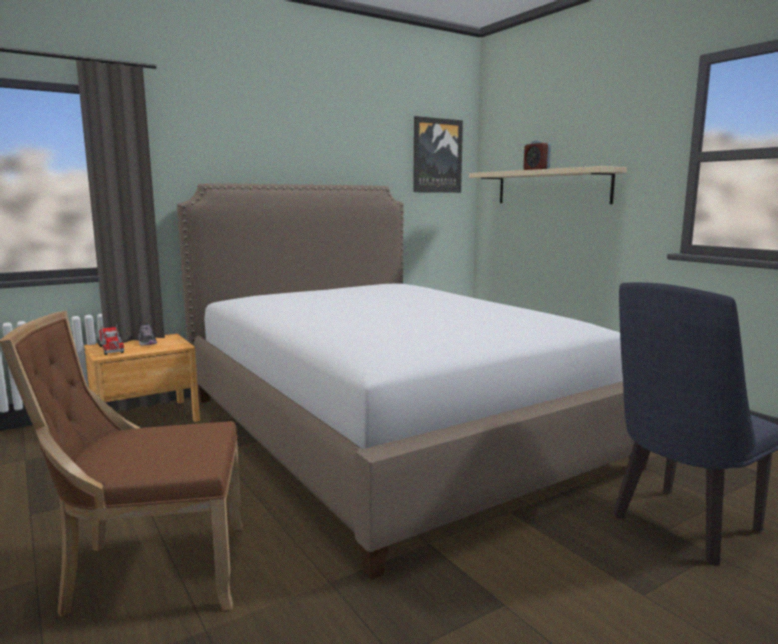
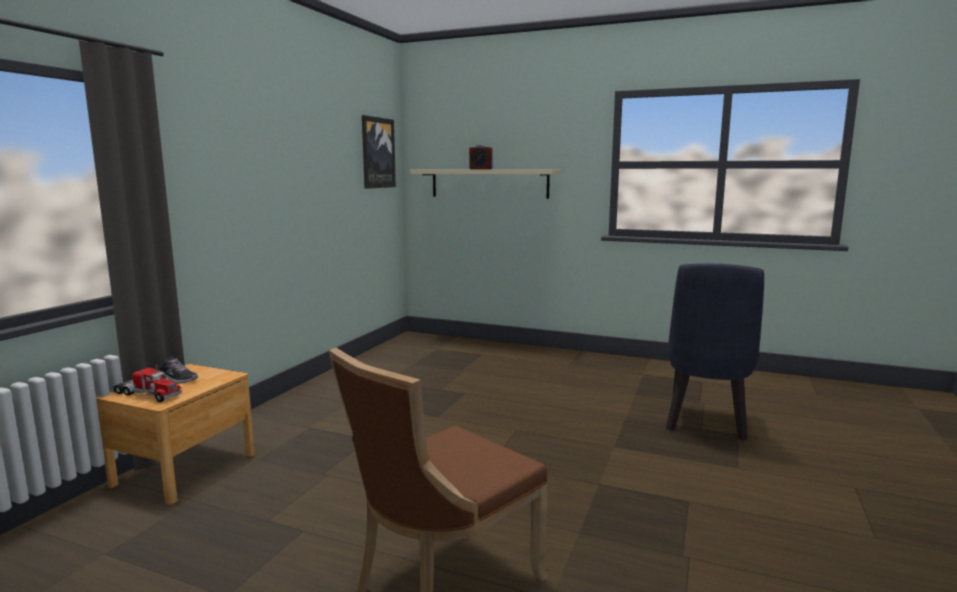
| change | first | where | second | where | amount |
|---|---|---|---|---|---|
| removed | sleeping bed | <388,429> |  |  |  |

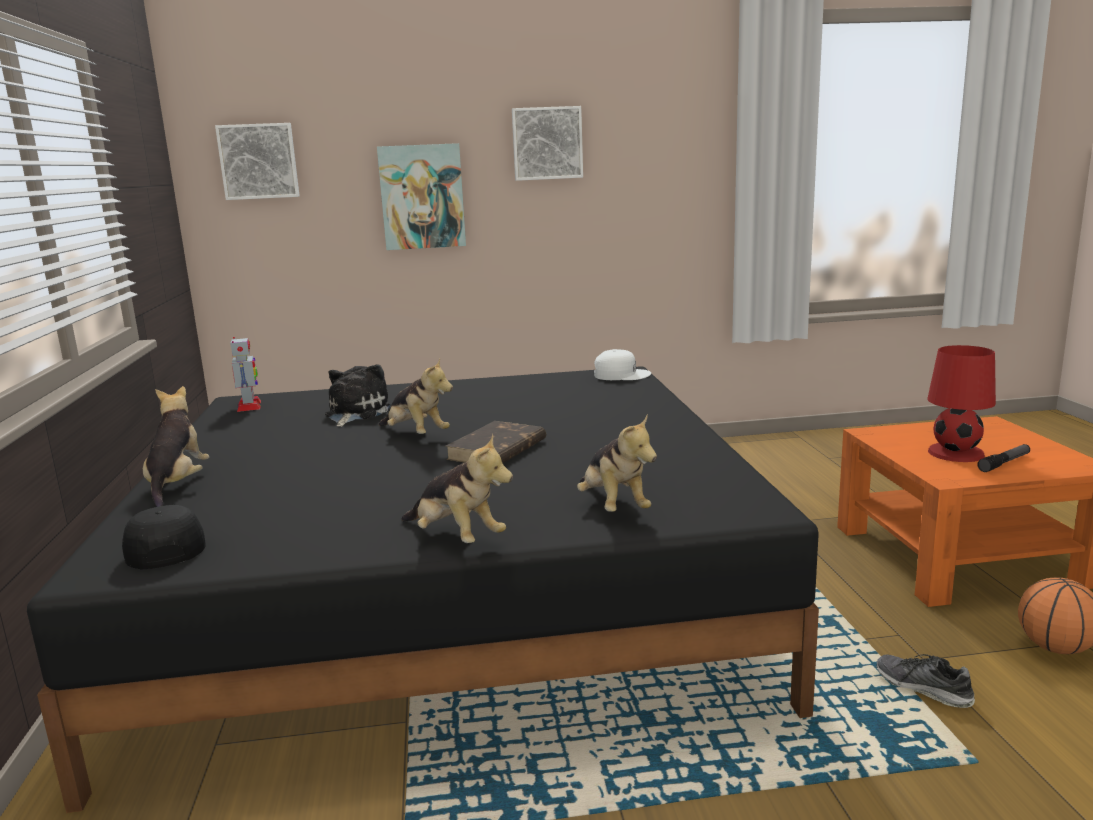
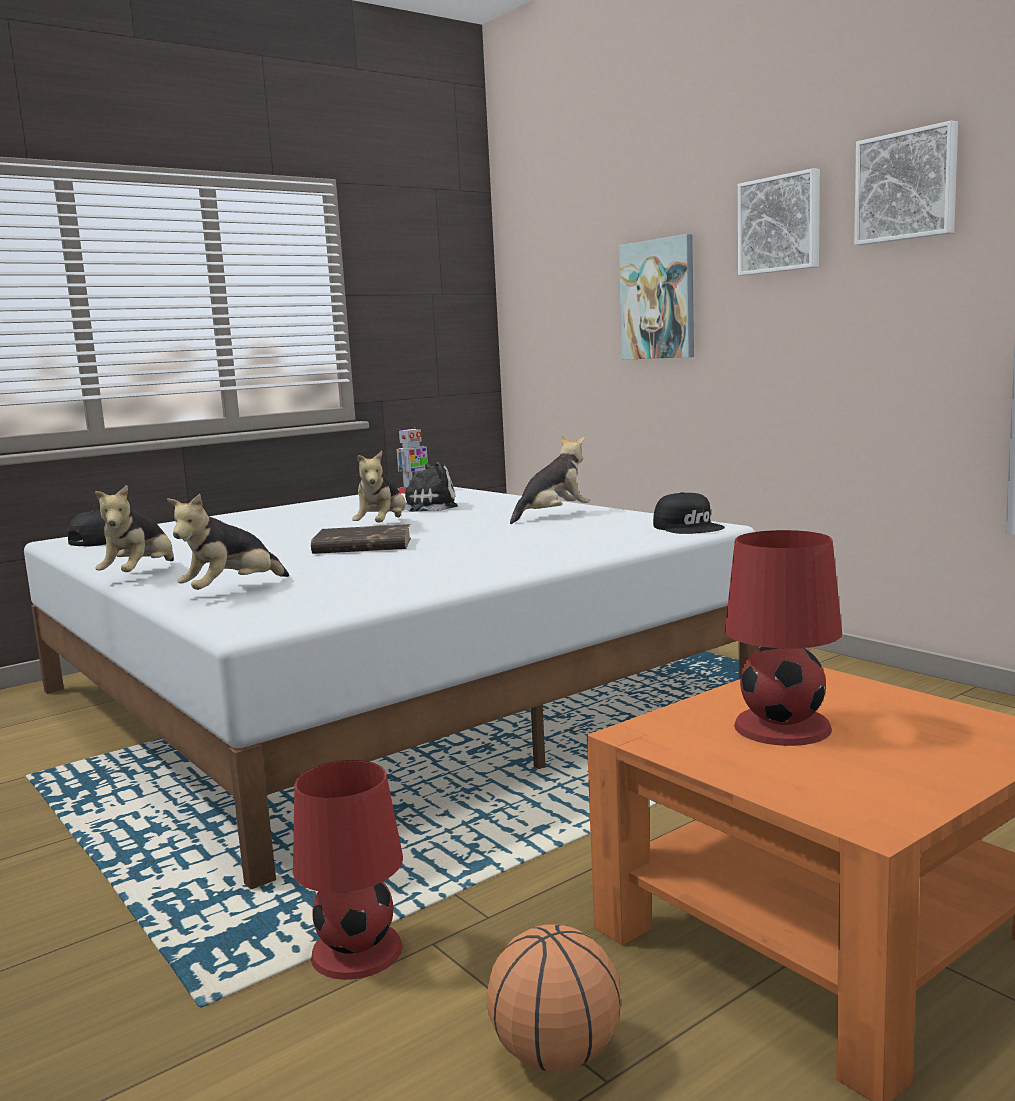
| change | first | where | second | where | amount |
|---|---|---|---|---|---|
| recoloured | black-coloured sleeping bed | <451,594> | white-coloured sleeping bed | <381,693> |  |
| replaced | item of footwear | <923,688> | red-coloured tabletop lamp | <355,951> |  |
| moved | soft toy | <178,484> |  | <553,516> |  |
| recoloured | white-coloured cap | <621,374> | black-coloured cap | <689,527> |  |
| moved | wall art | <259,161> |  | <907,186> |  |
| removed | torch | <1004,463> |  |  |  |

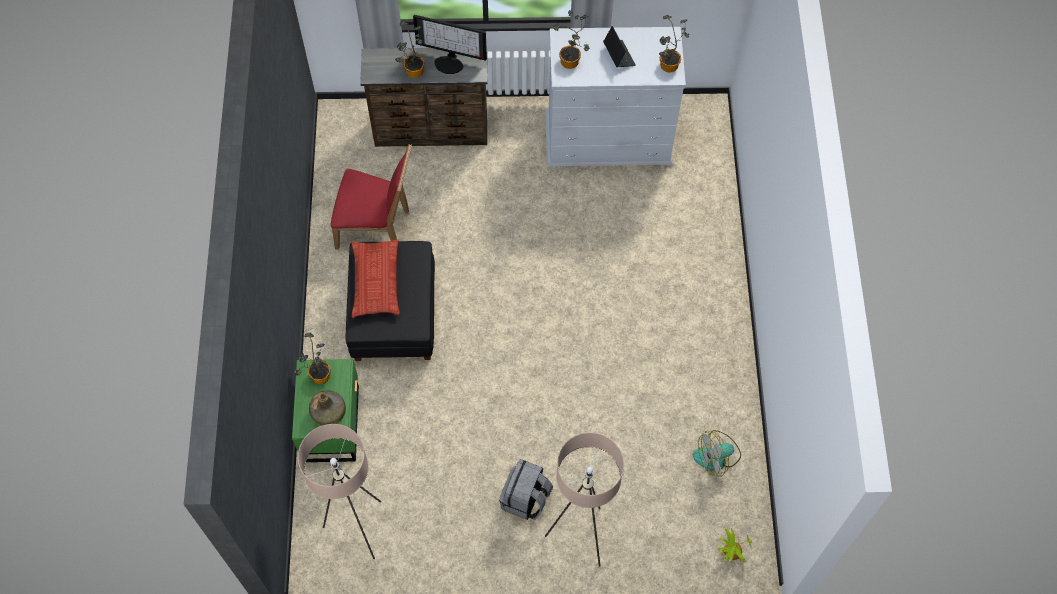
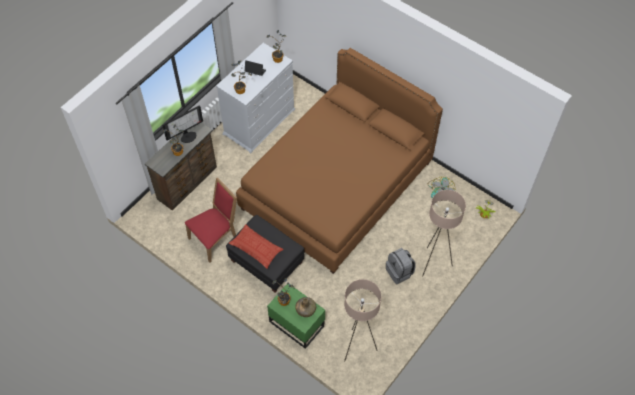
| change | first | where | second | where | amount |
|---|---|---|---|---|---|
| added |  |  | brownish sleeping bed | <336,185> |  |

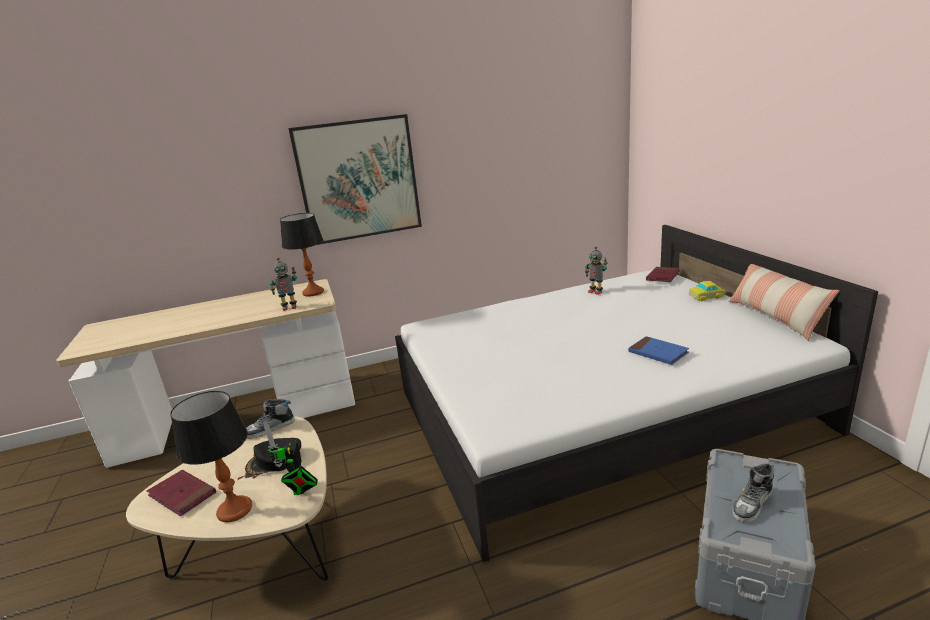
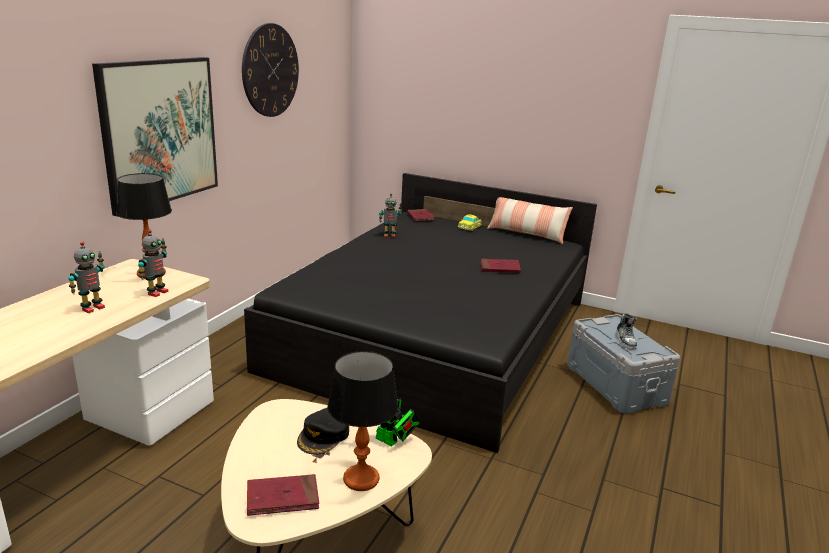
| change | first | where | second | where | amount |
|---|---|---|---|---|---|
| added |  |  | robot figure | <92,308> |  |
| added |  |  | clock on the wall | <270,70> |  |
| recoloured | white-coloured sleeping bed | <597,410> | black-coloured sleeping bed | <435,334> |  |
| recoloured | blue-coloured book | <658,353> | red-coloured book | <500,268> |  |
| removed | item of footwear | <270,429> |  |  |  |

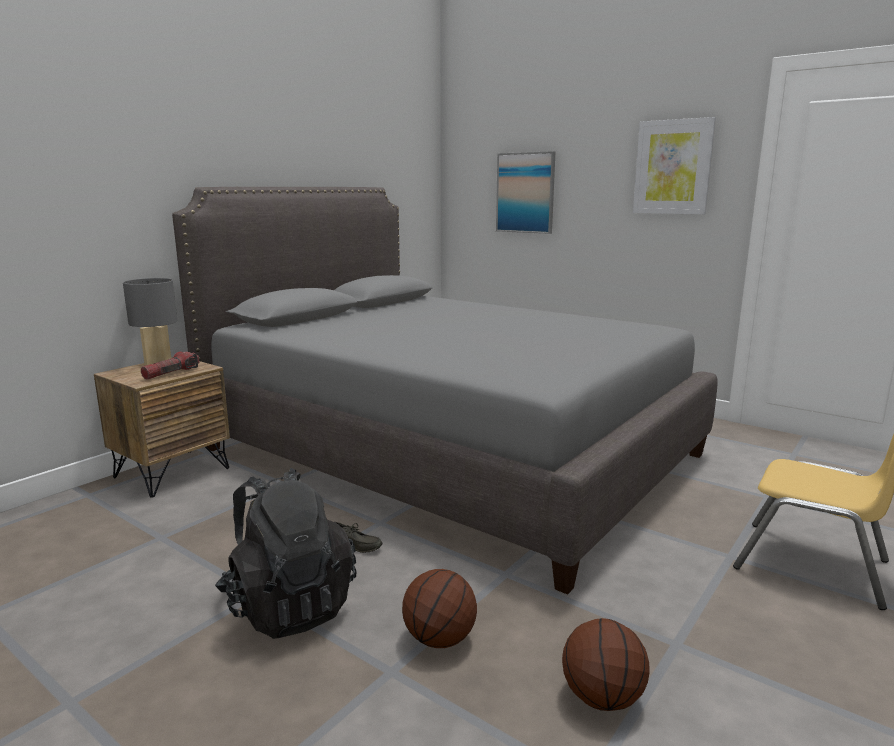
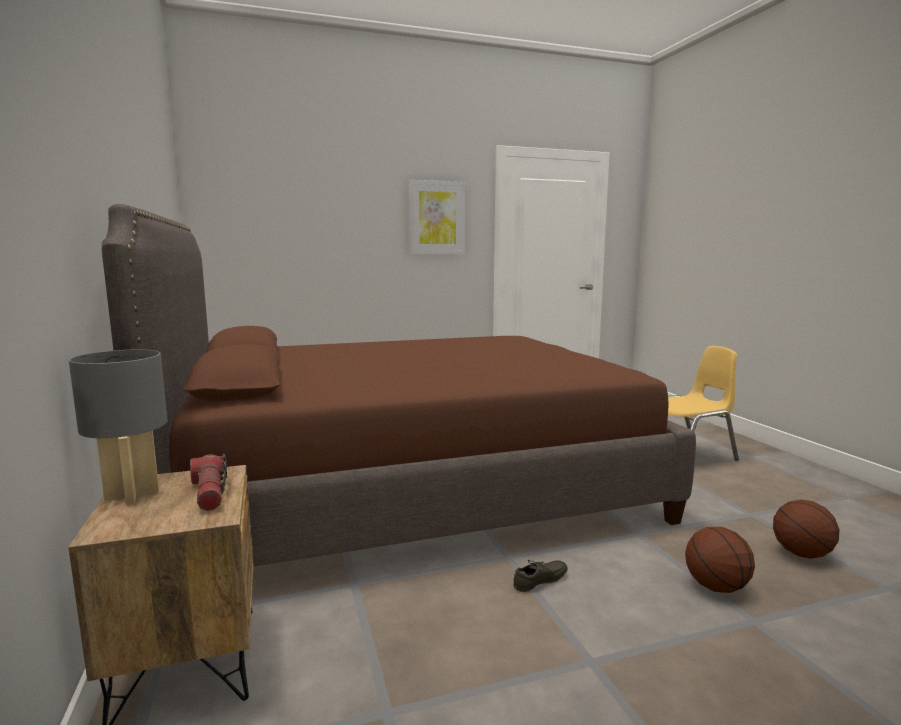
| change | first | where | second | where | amount |
|---|---|---|---|---|---|
| recoloured | gray sleeping bed | <449,451> | brownish sleeping bed | <407,488> |  |
| removed | black-coloured knapsack | <288,605> |  |  |  |
| removed | wall art | <525,193> |  |  |  |

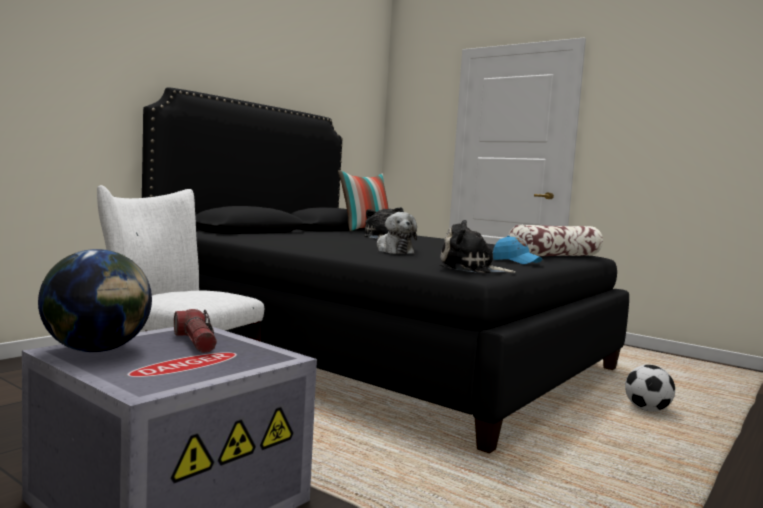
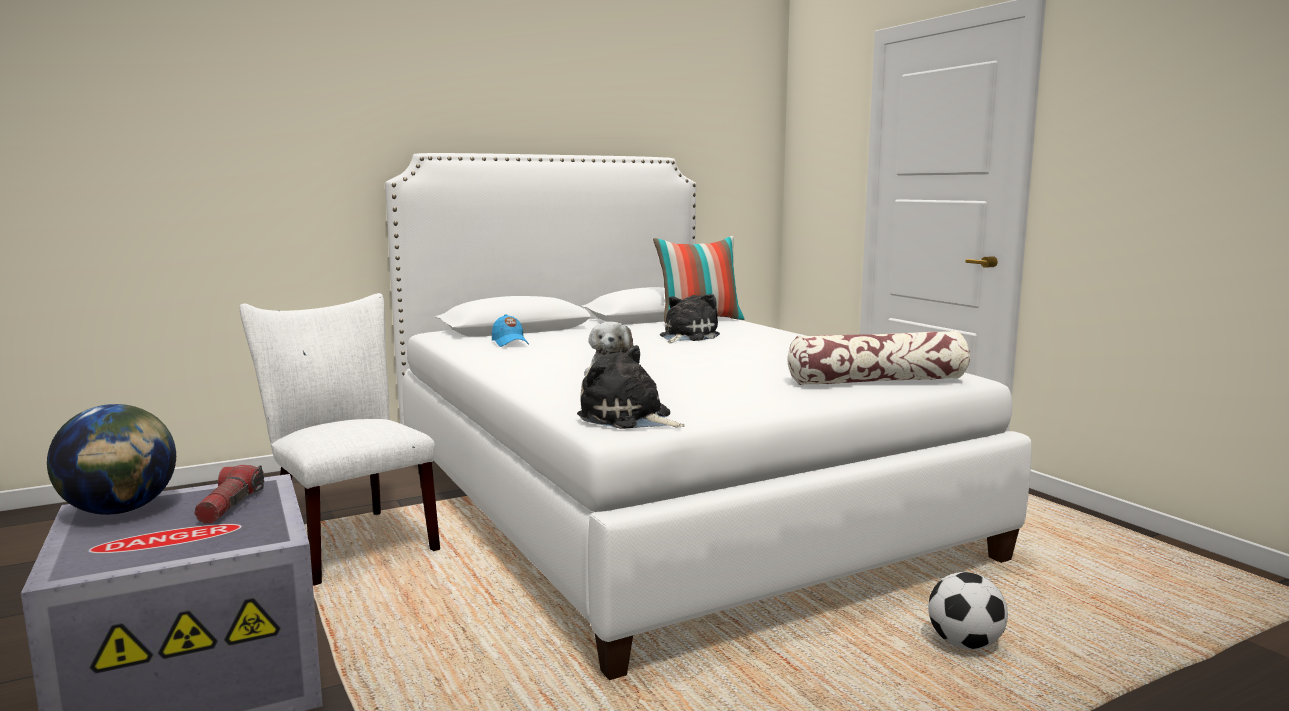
| change | first | where | second | where | amount |
|---|---|---|---|---|---|
| recoloured | black-coloured sleeping bed | <376,353> | white-coloured sleeping bed | <658,500> |  |
| moved | blue-coloured cap | <516,261> |  | <509,343> |  |

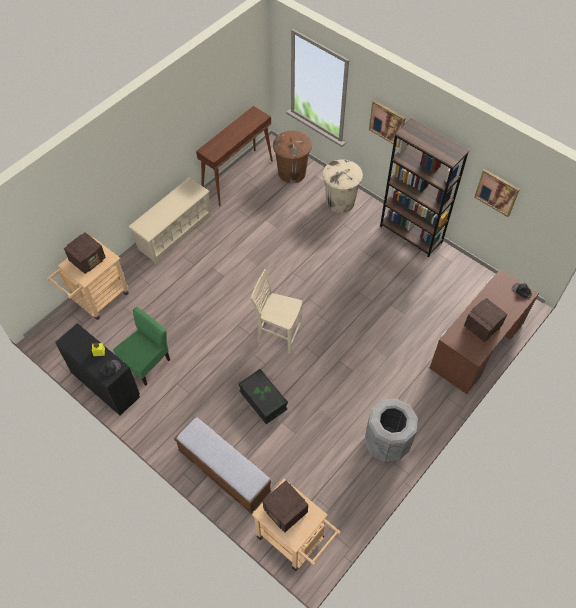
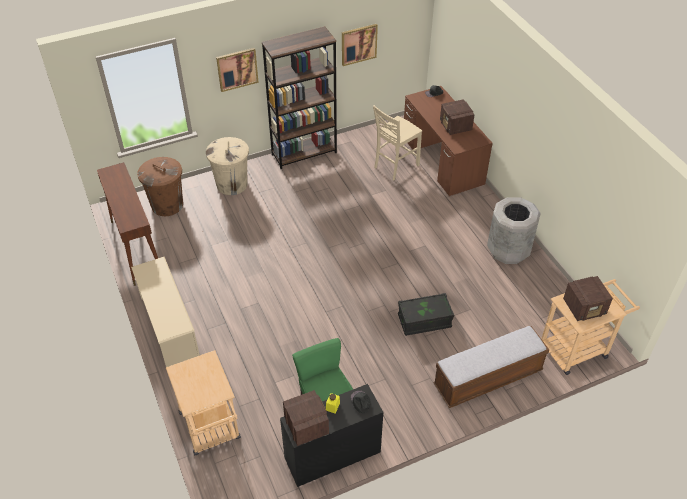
| change | first | where | second | where | amount |
|---|---|---|---|---|---|
| moved | radio receiver | <88,260> |  | <306,425> |  |
| moved | beige chair | <278,334> |  | <395,166> |  |

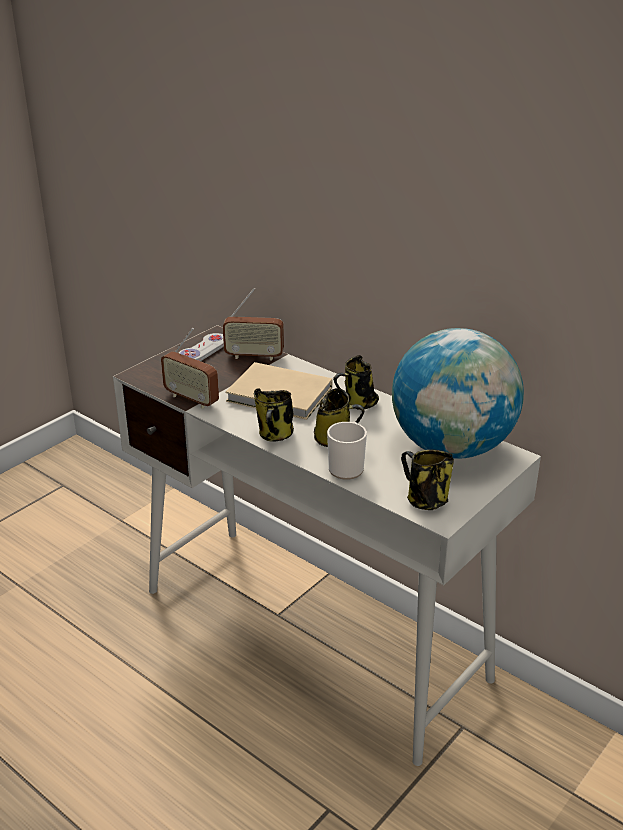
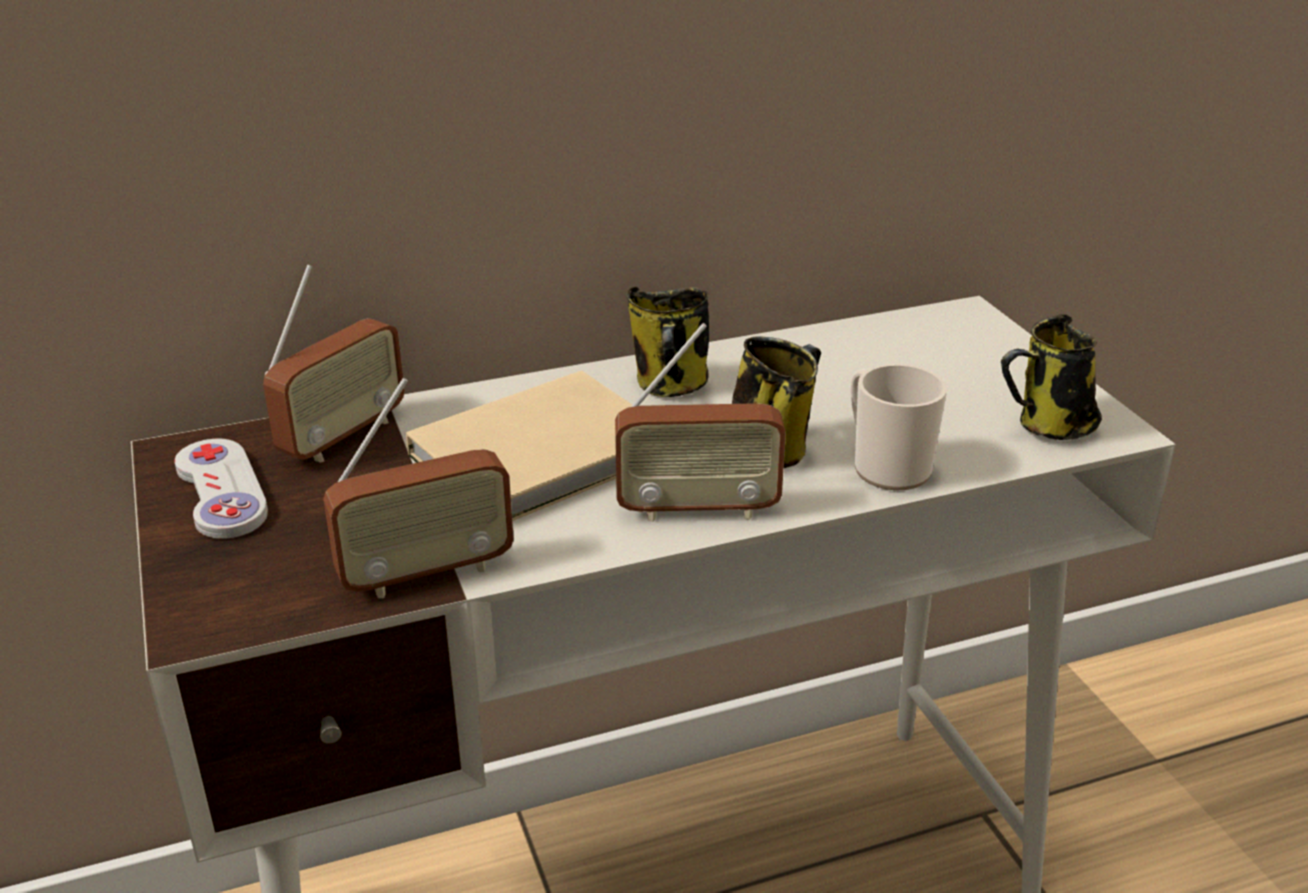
| change | first | where | second | where | amount |
|---|---|---|---|---|---|
| replaced | coffee mug | <275,435> | radio receiver | <697,509> |  |
| removed | globe | <452,447> |  |  |  |

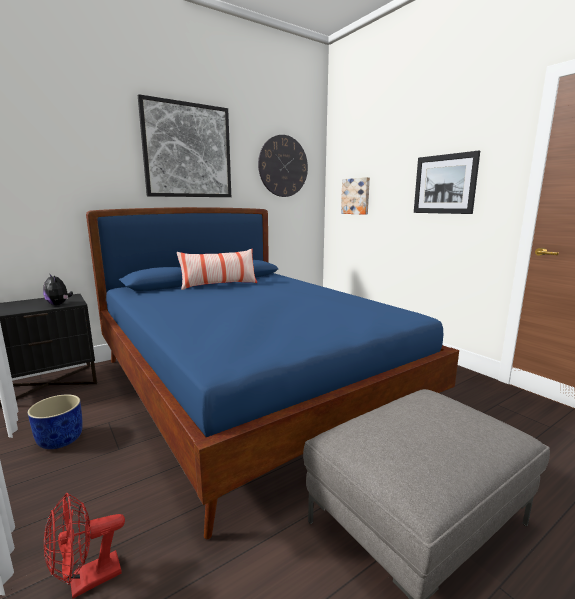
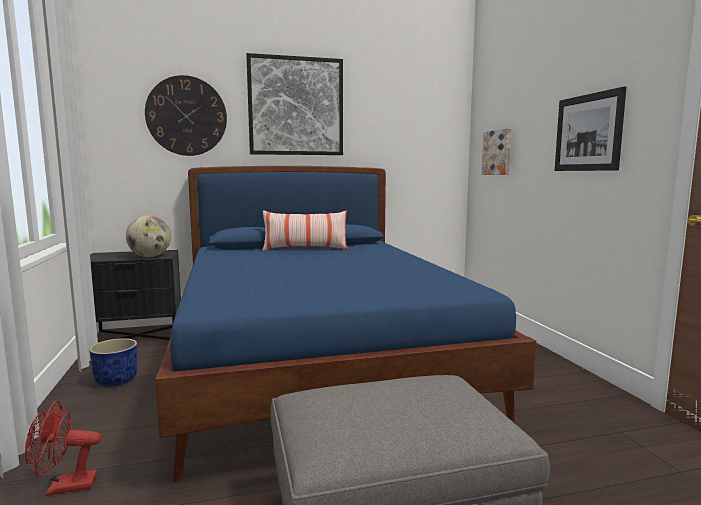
| change | first | where | second | where | amount |
|---|---|---|---|---|---|
| replaced | soft toy | <59,304> | globe | <150,256> |  |
| moved | clock on the wall | <283,166> |  | <186,116> |  |

